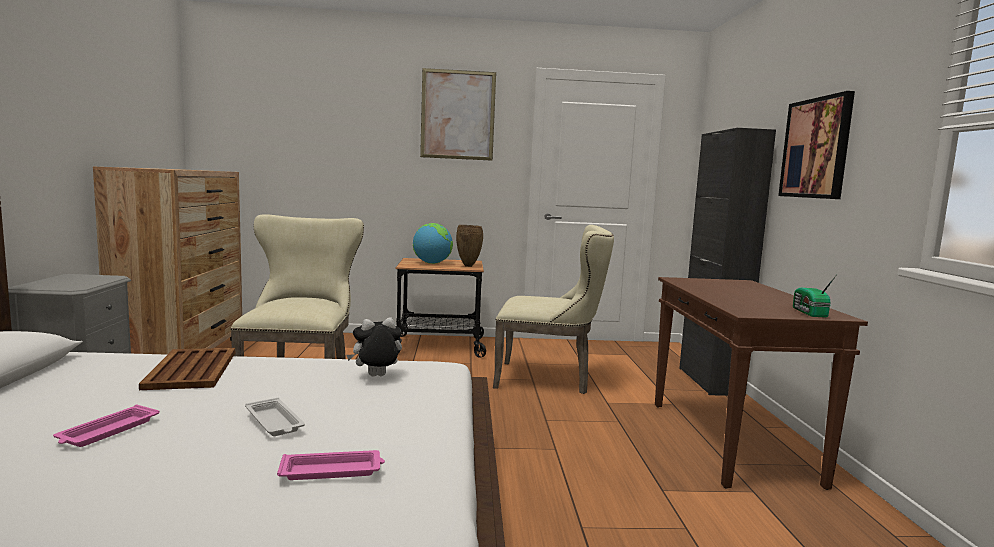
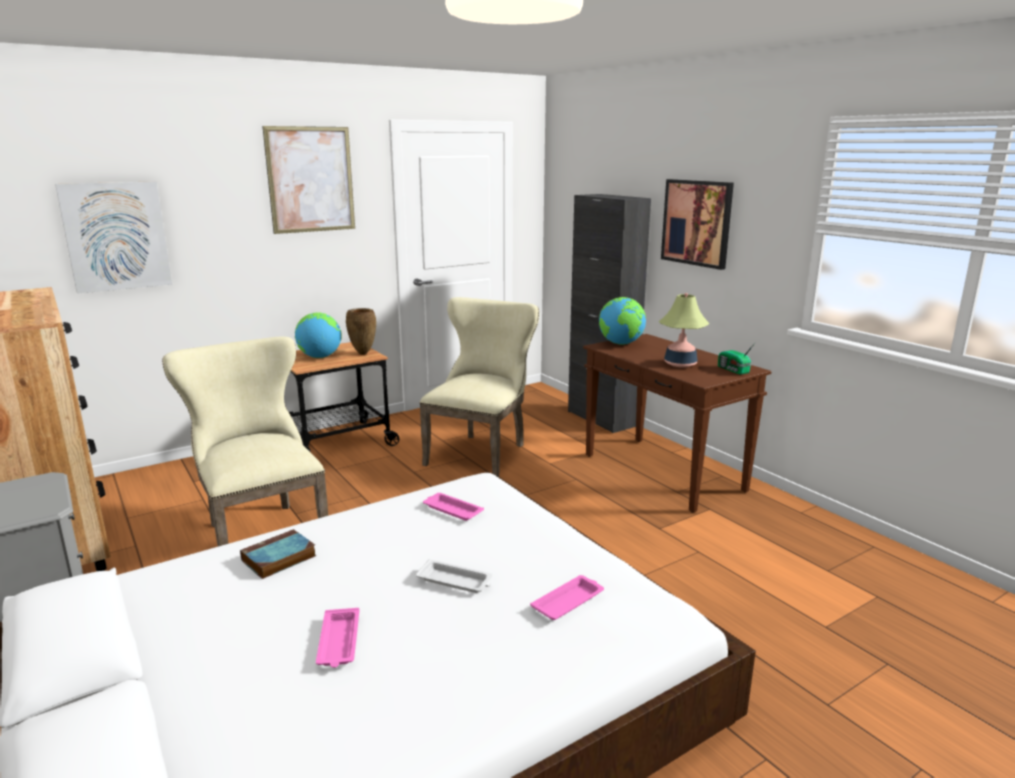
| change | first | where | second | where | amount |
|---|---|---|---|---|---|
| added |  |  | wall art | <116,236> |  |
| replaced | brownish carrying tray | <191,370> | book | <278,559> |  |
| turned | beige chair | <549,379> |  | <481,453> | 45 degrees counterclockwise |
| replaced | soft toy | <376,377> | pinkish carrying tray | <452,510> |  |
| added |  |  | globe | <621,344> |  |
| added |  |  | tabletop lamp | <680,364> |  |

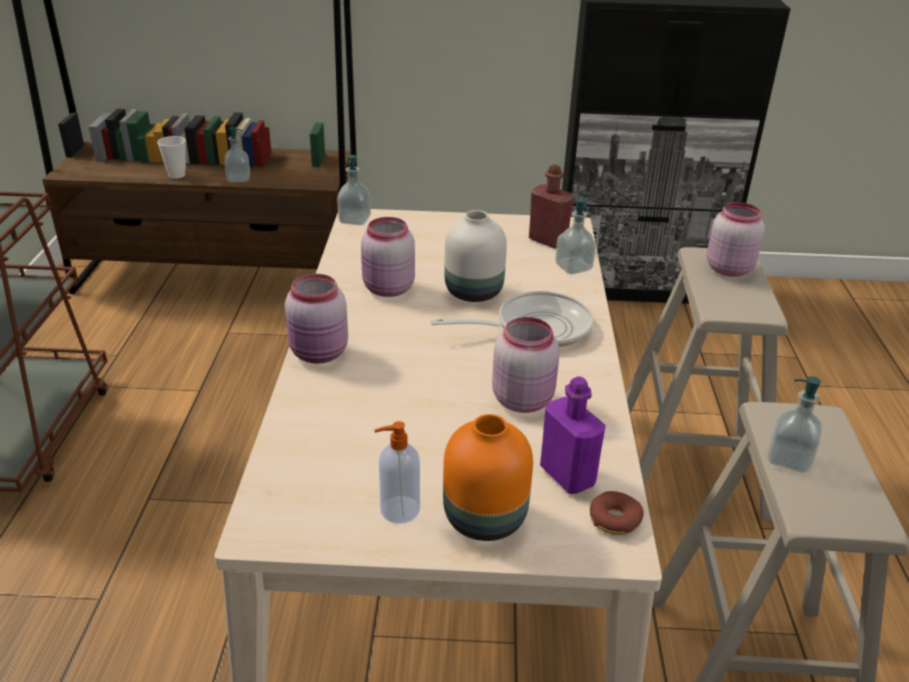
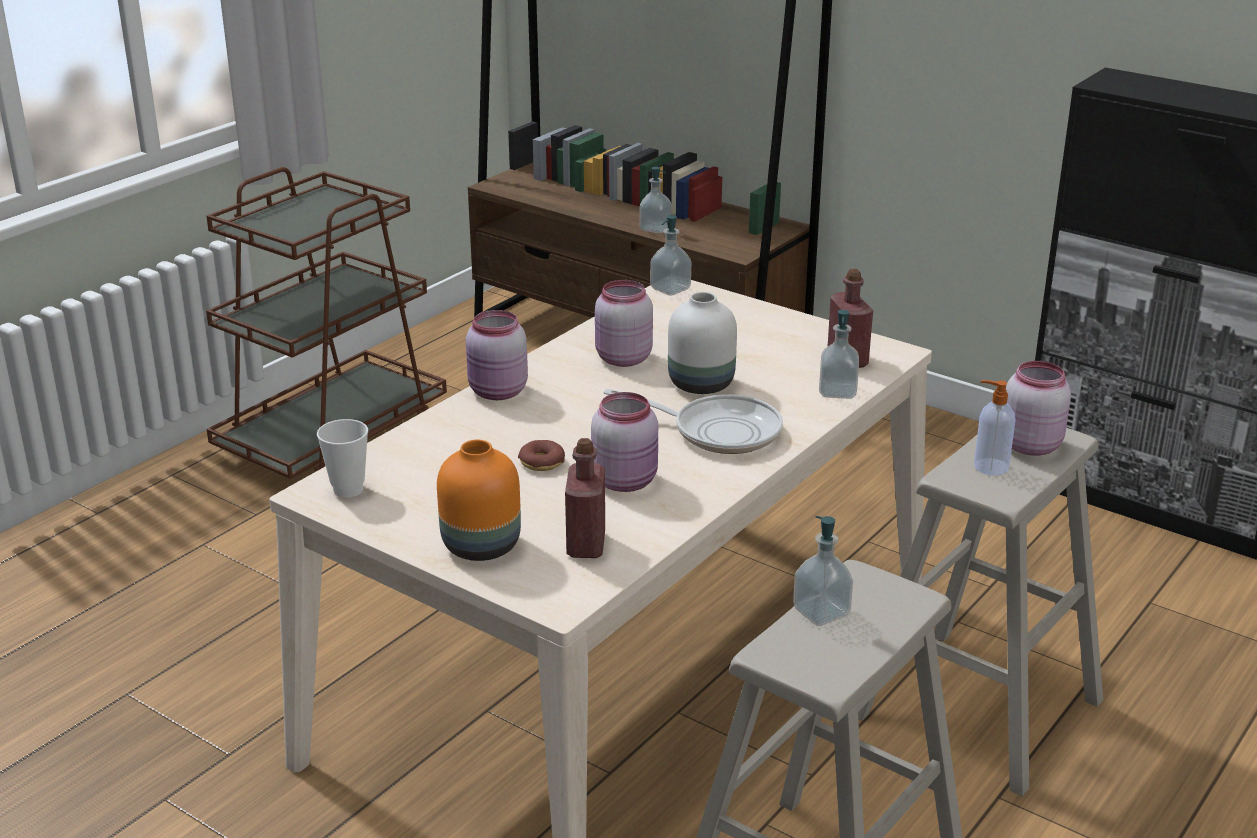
| change | first | where | second | where | amount |
|---|---|---|---|---|---|
| moved | small cup | <177,175> |  | <348,490> |  |
| moved | doughnut | <614,520> |  | <542,462> |  |
| recoloured | purple-coloured bottle | <567,475> | red-coloured bottle | <586,544> |  |
| moved | soap bottle | <398,510> |  | <989,466> |  |

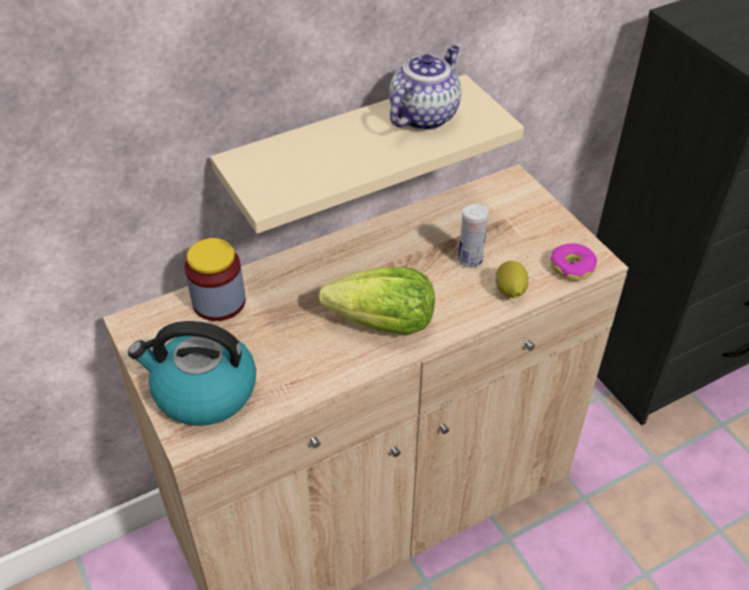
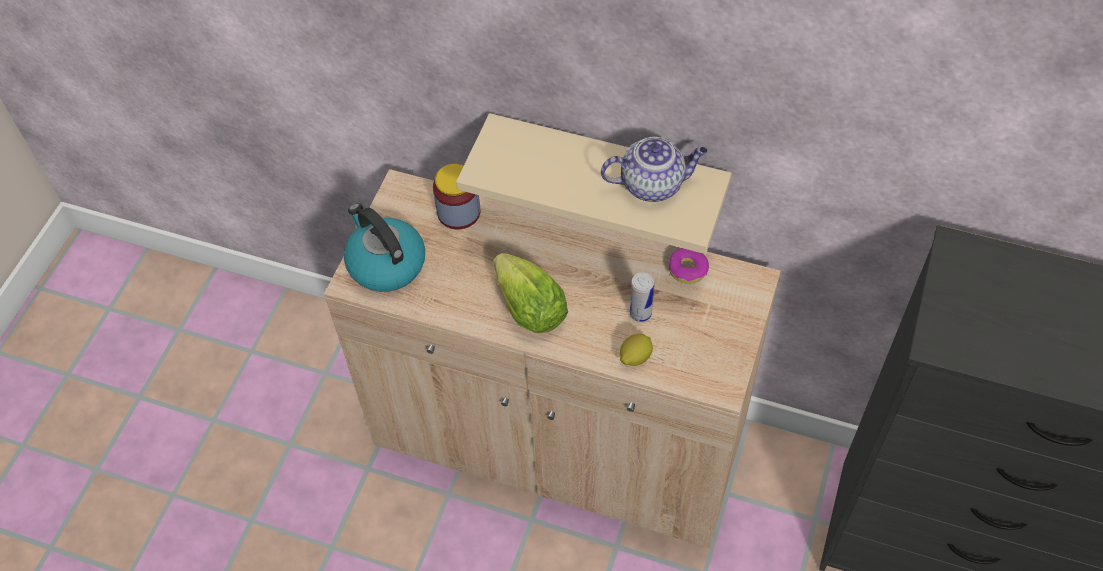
| change | first | where | second | where | amount |
|---|---|---|---|---|---|
| moved | doughnut | <572,267> |  | <688,269> |  |

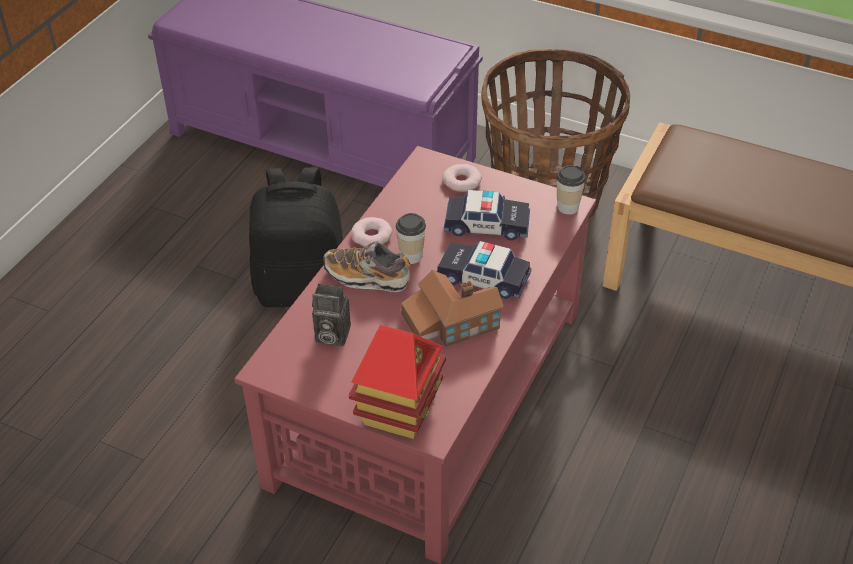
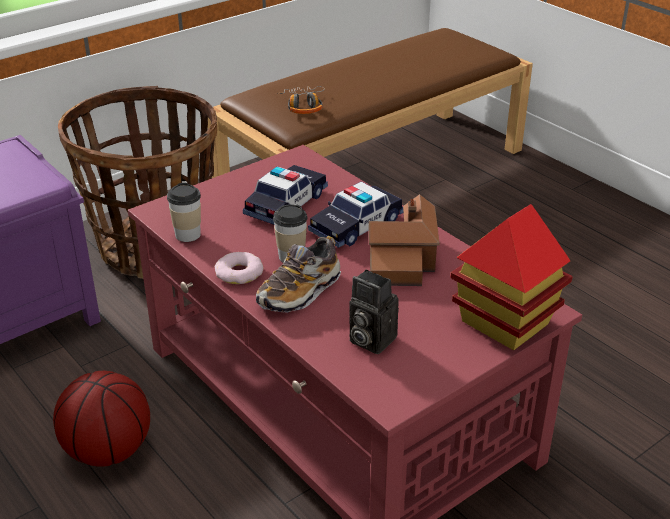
| change | first | where | second | where | amount |
|---|---|---|---|---|---|
| replaced | black-coloured knapsack | <302,288> | ball for basketball | <108,450> |  |
| moved | small cup | <567,207> |  | <187,235> |  |
| added |  |  | headset | <303,106> |  |
| turned | still camera | <330,335> |  | <369,339> | 90 degrees clockwise |
| removed | doughnut | <461,181> |  |  |  |

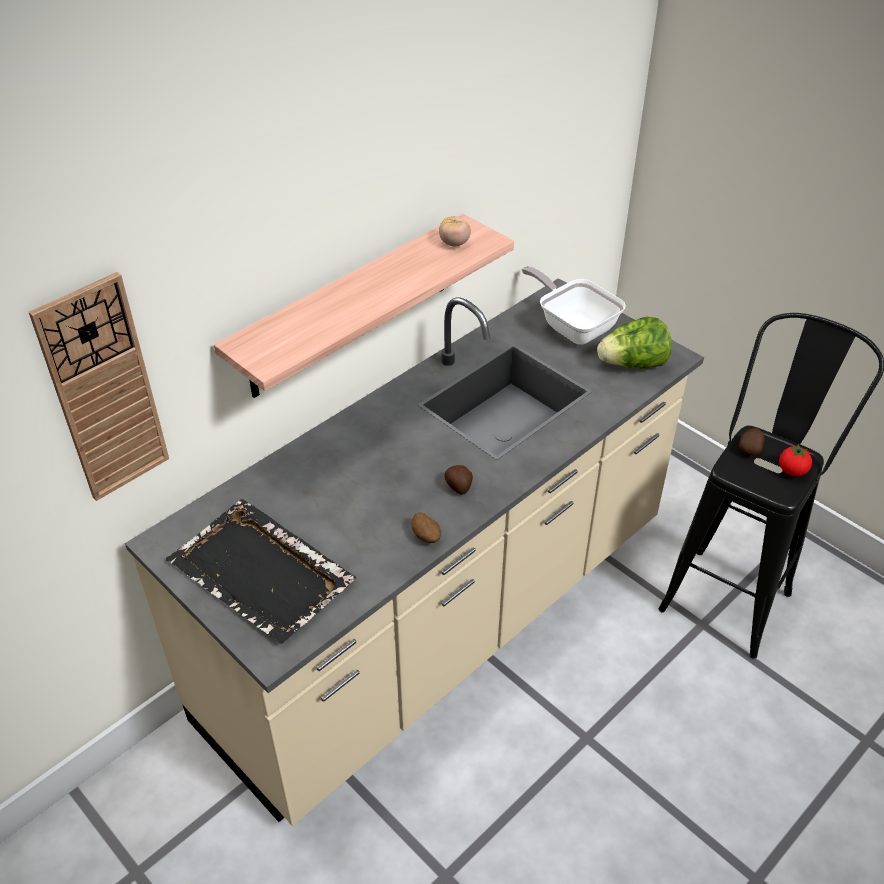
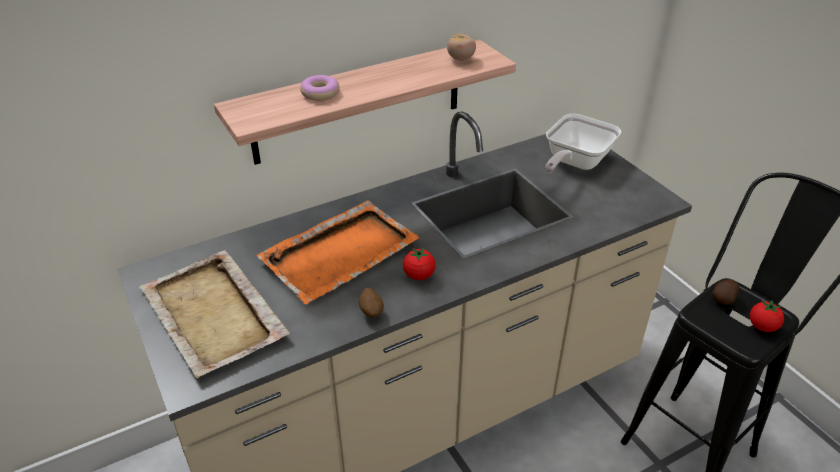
| change | first | where | second | where | amount |
|---|---|---|---|---|---|
| recoloured | black-coloured carrying tray | <262,574> | beige carrying tray | <213,316> |  |
| added |  |  | orange-coloured carrying tray | <341,252> |  |
| added |  |  | doughnut | <320,93> |  |
| replaced | whole potato | <459,487> | tomato | <419,275> |  |
| turned | skillet | <573,326> |  | <575,163> | 120 degrees counterclockwise |
| removed | clock on the wall | <104,391> |  |  |  |
| removed | lettuce | <633,364> |  |  |  |

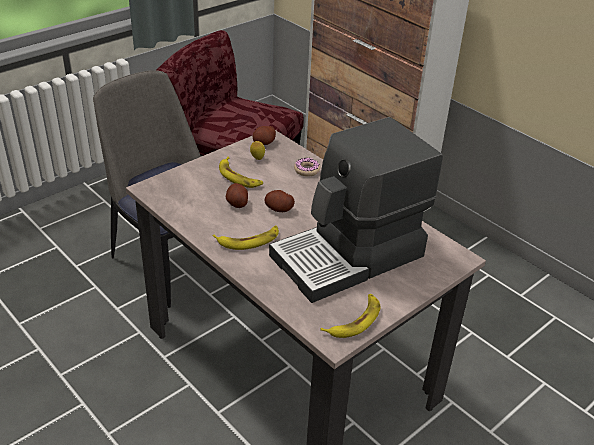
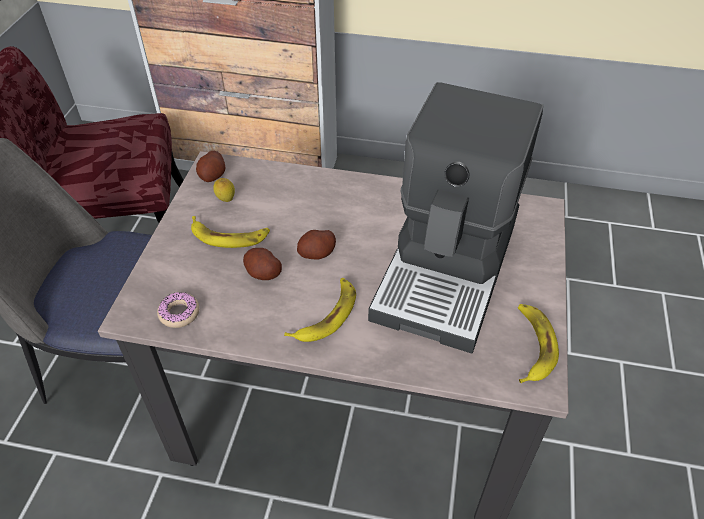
| change | first | where | second | where | amount |
|---|---|---|---|---|---|
| moved | doughnut | <307,170> |  | <179,313> |  |

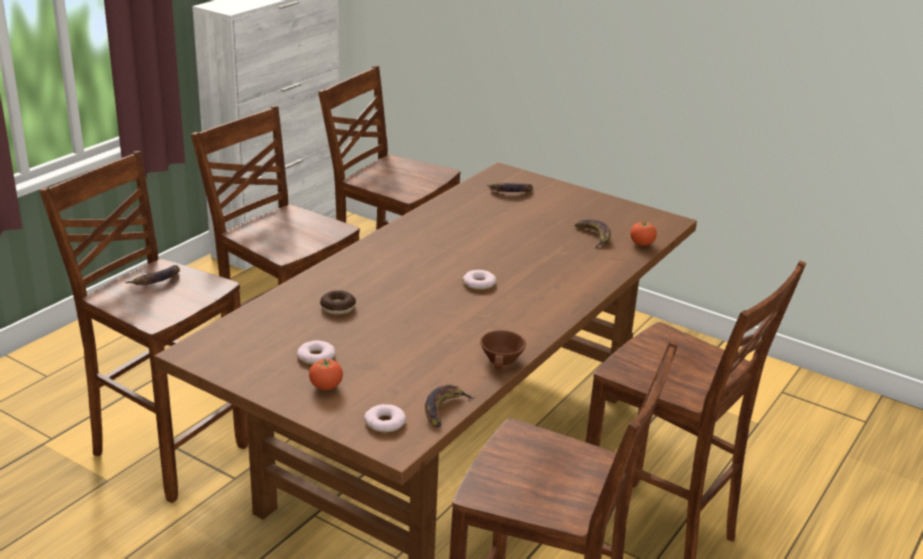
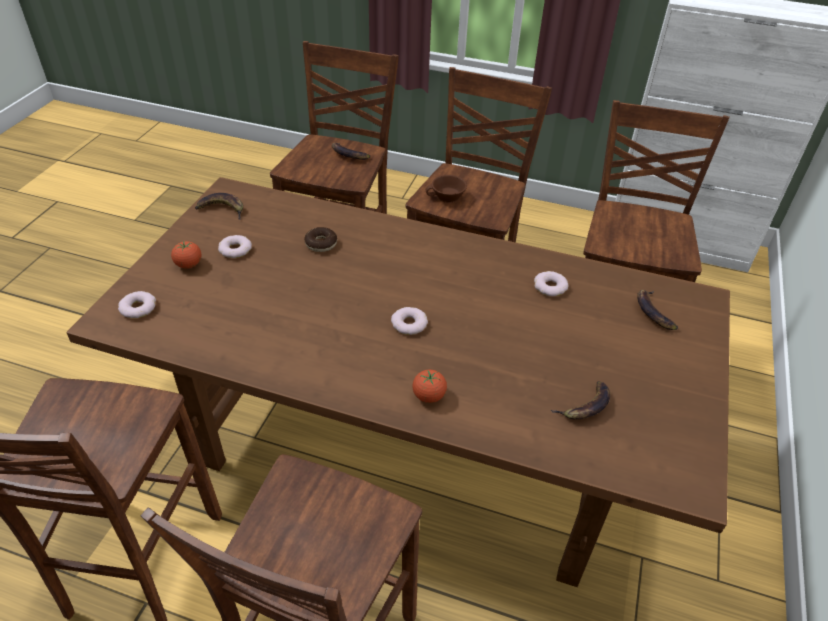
| change | first | where | second | where | amount |
|---|---|---|---|---|---|
| moved | banana fruit | <444,409> |  | <222,209> |  |
| moved | tomato | <642,244> |  | <429,396> |  |
| moved | brownish small cup | <503,360> |  | <447,198> |  |
| added |  |  | doughnut | <550,287> |  |

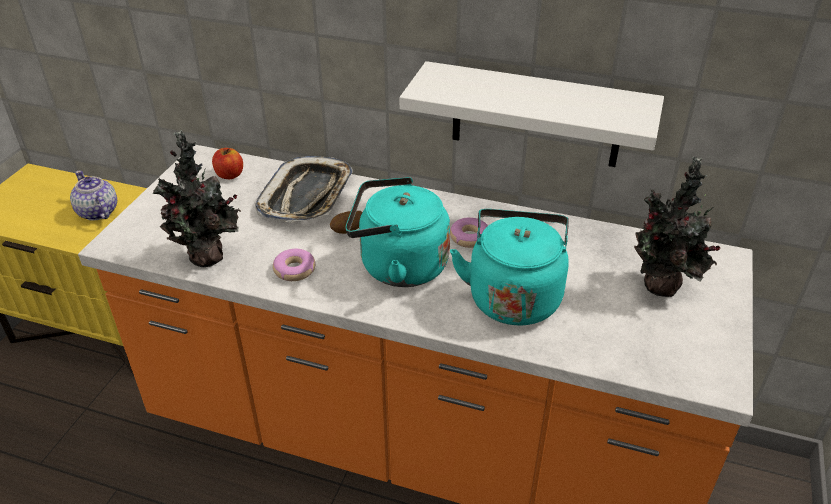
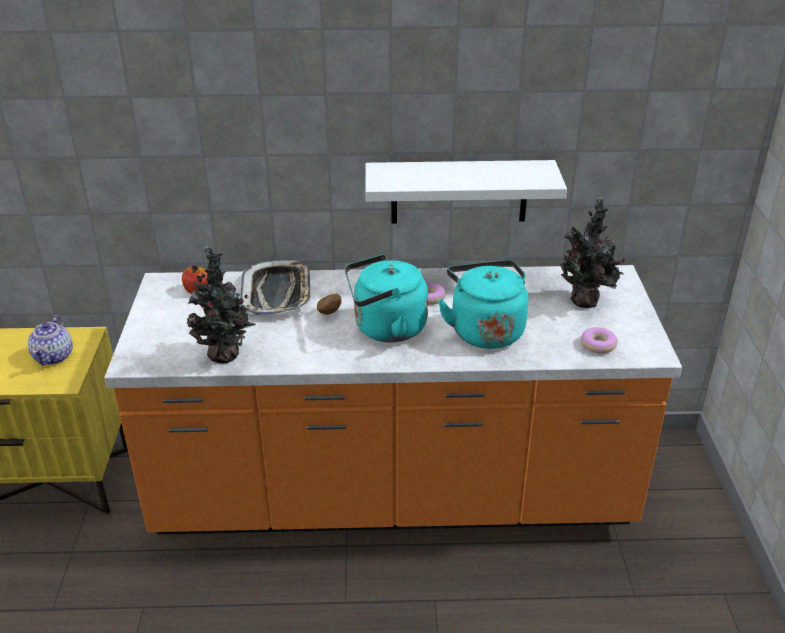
| change | first | where | second | where | amount |
|---|---|---|---|---|---|
| turned | teapot | <97,212> |  | <54,356> | 120 degrees counterclockwise |
| moved | doughnut | <294,270> |  | <598,345> |  |

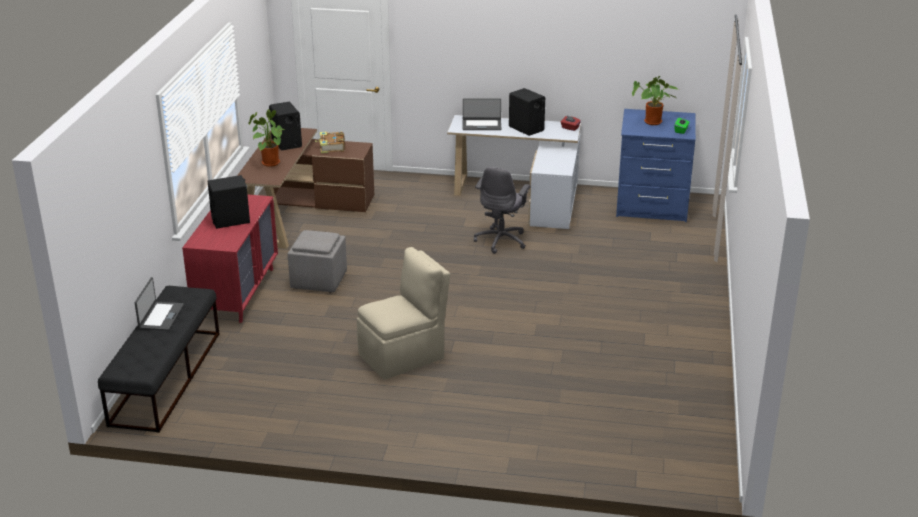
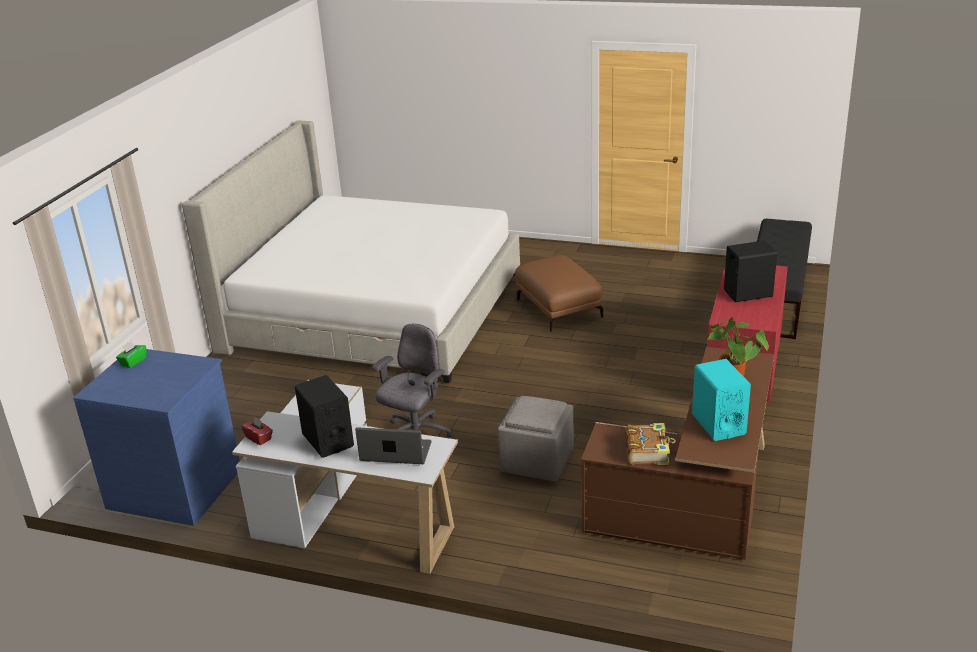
| change | first | where | second | where | amount |
|---|---|---|---|---|---|
| added |  |  | sleeping bed | <374,311> |  |
| moved | gray ottoman | <318,280> |  | <537,461> |  |
| replaced | beige chair | <403,356> | brownish ottoman | <557,309> |  |
| recoloured | black-coloured loudspeaker | <286,143> | turquoise-coloured loudspeaker | <718,424> |  |
| removed | laptop | <160,316> |  |  |  |
| removed | potted plant | <653,123> |  |  |  |

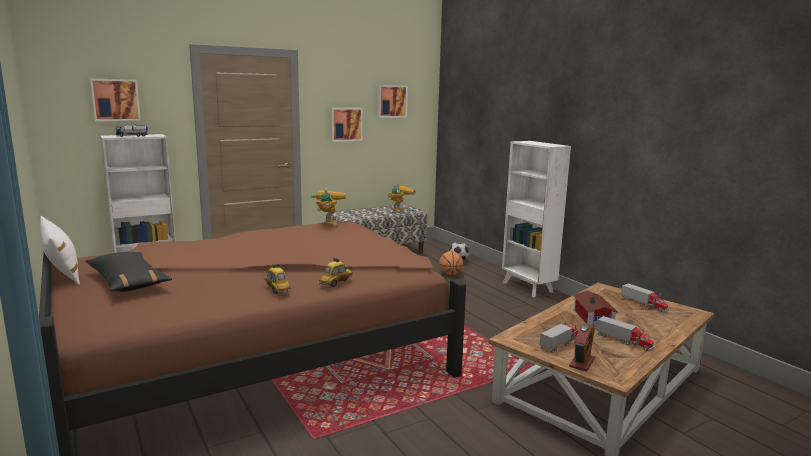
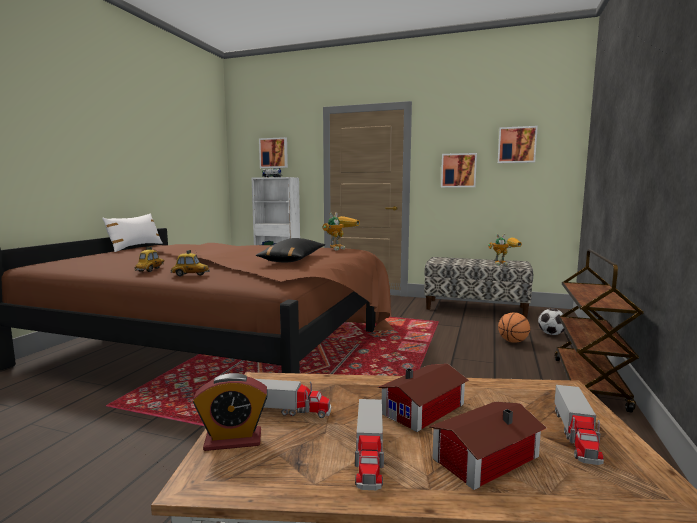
| change | first | where | second | where | amount |
|---|---|---|---|---|---|
| moved | black-coloured cushion | <128,282> |  | <293,260> |  |
| added |  |  | toy house | <481,457> |  |
| replaced | white-coloured bookshelf | <528,288> | brownish trolley | <589,383> |  |

